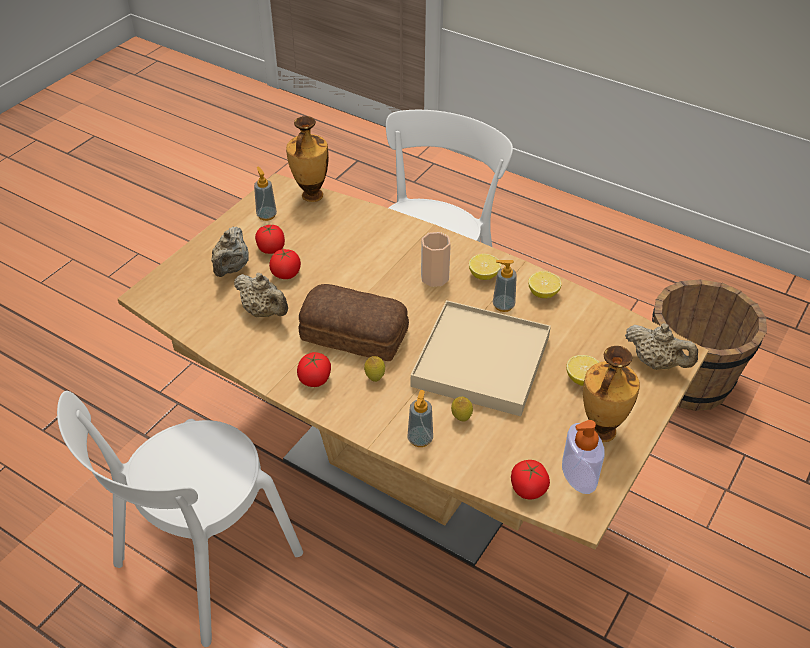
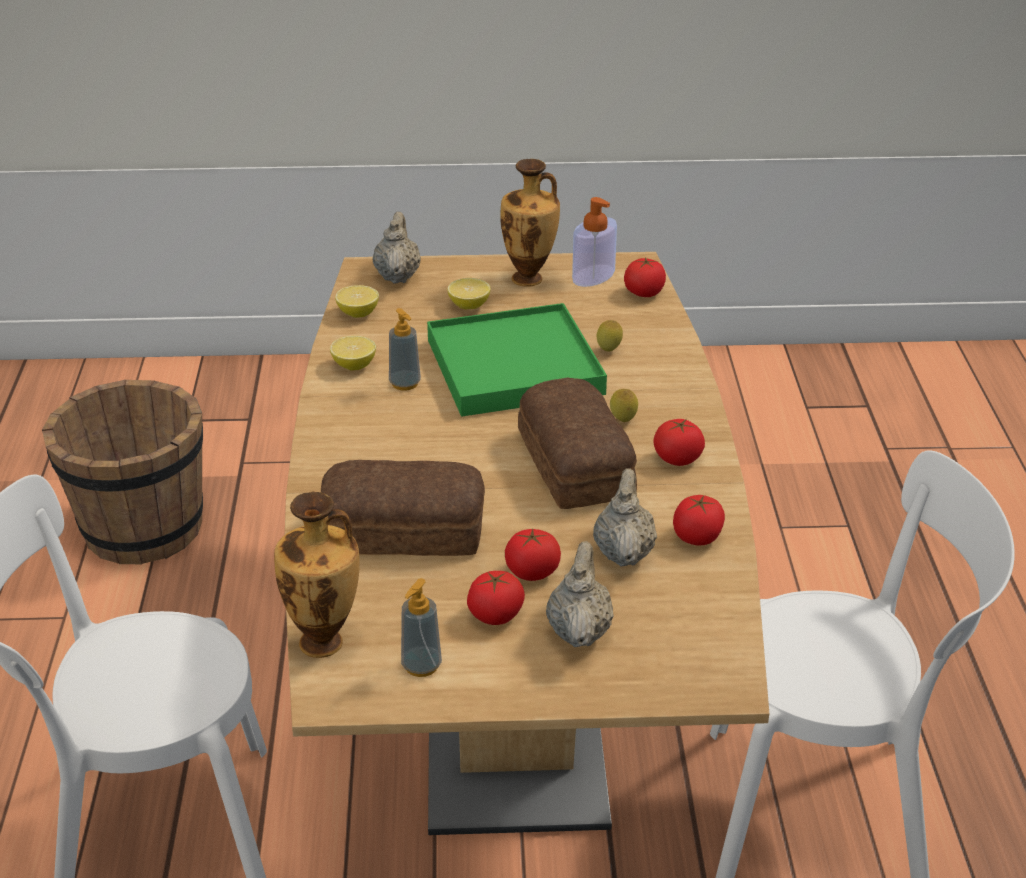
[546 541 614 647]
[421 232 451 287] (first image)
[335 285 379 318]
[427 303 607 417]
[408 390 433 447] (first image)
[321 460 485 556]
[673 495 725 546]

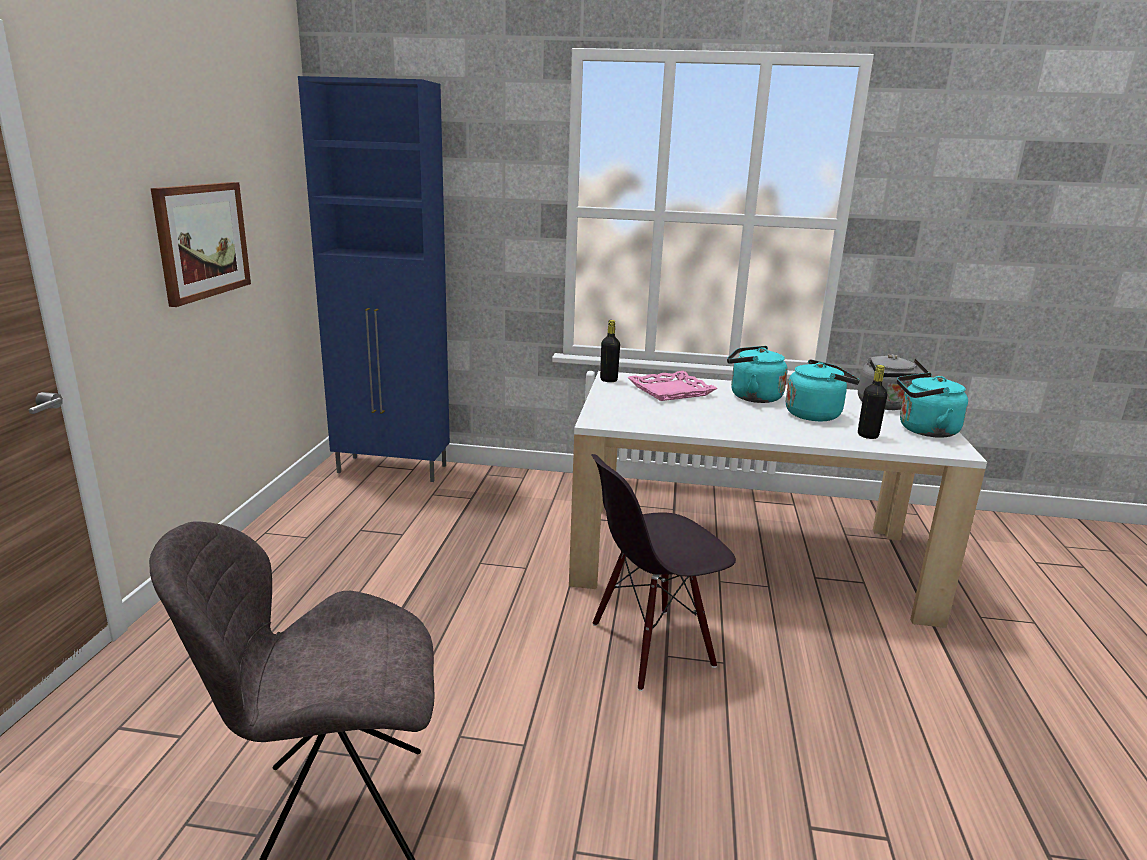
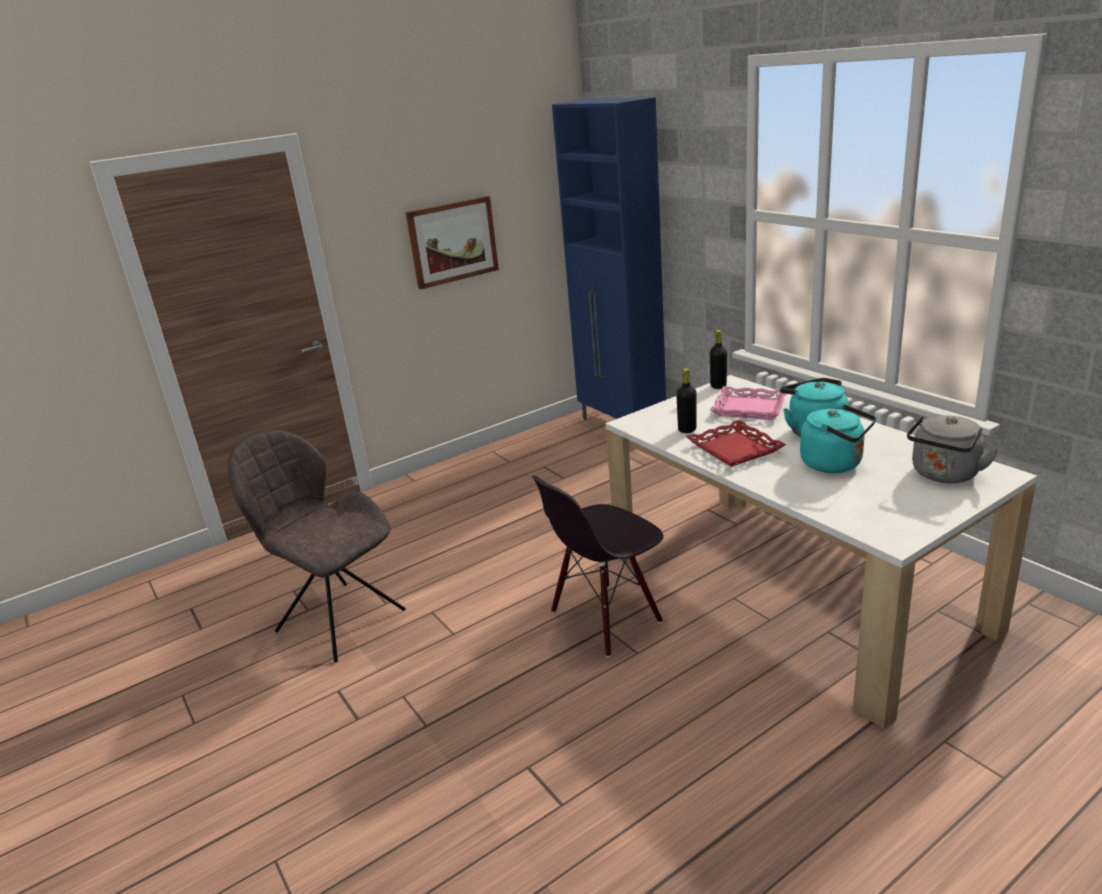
[676 368 697 433]
[897 372 968 438] (first image)
[531 476 663 657]
[686 420 786 467]

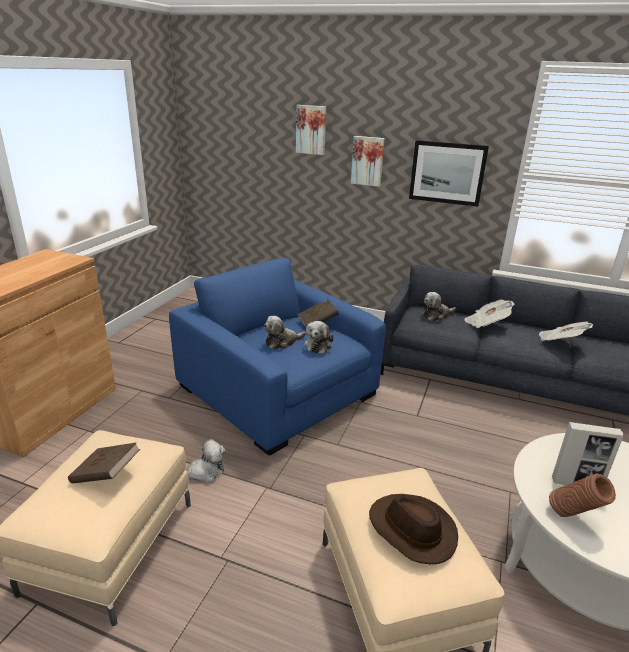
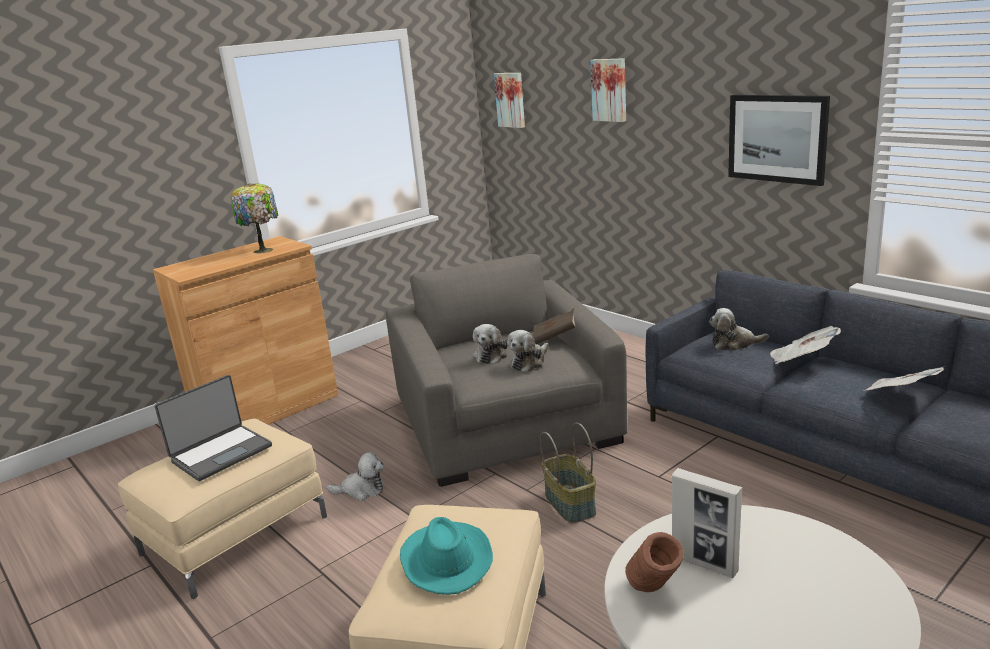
[494 73 525 128]
[386 254 628 487]
[473 324 508 364]
[154 375 272 481]
[400 517 493 595]
[230 183 278 254]
[540 423 596 523]

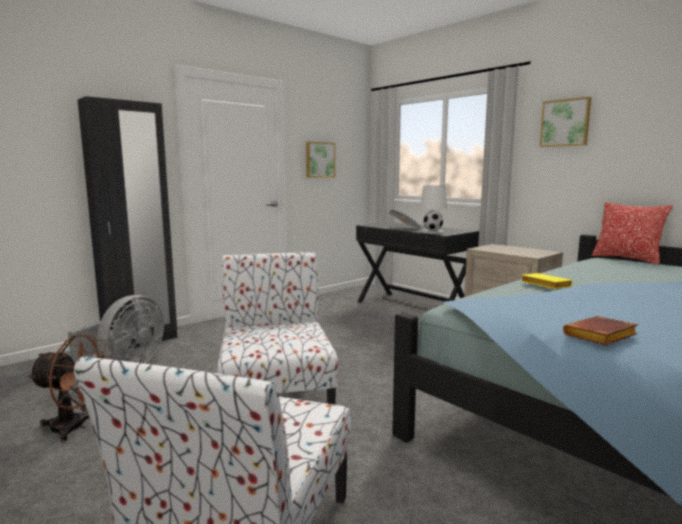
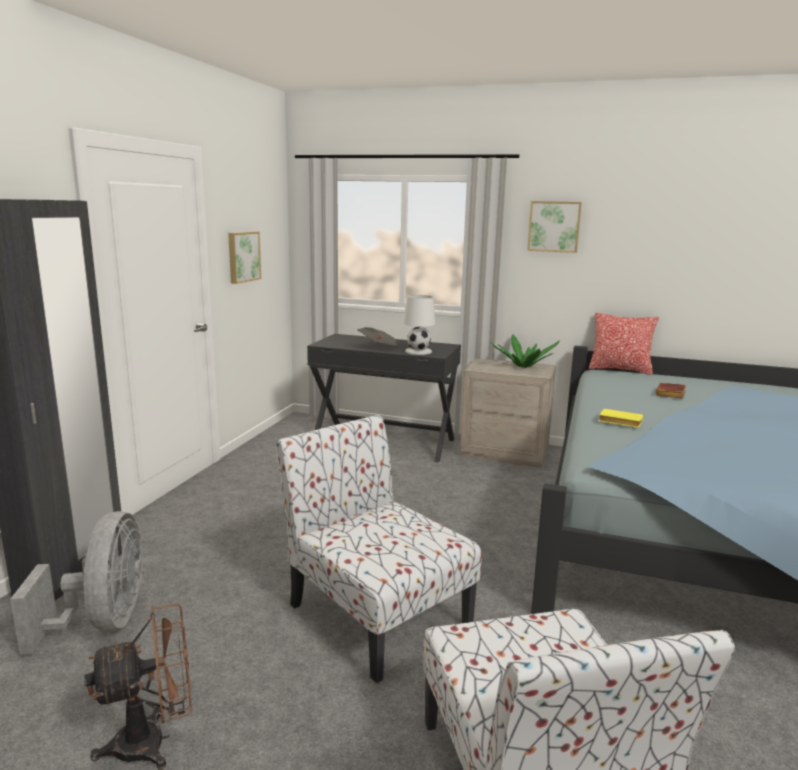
[655 383 686 398]
[490 334 560 368]

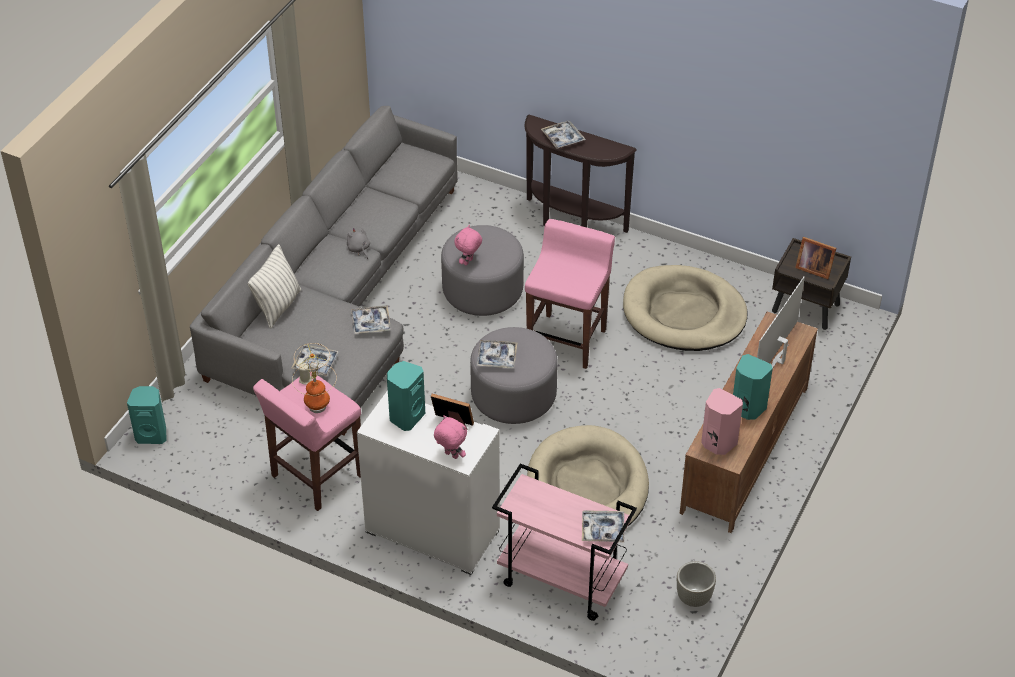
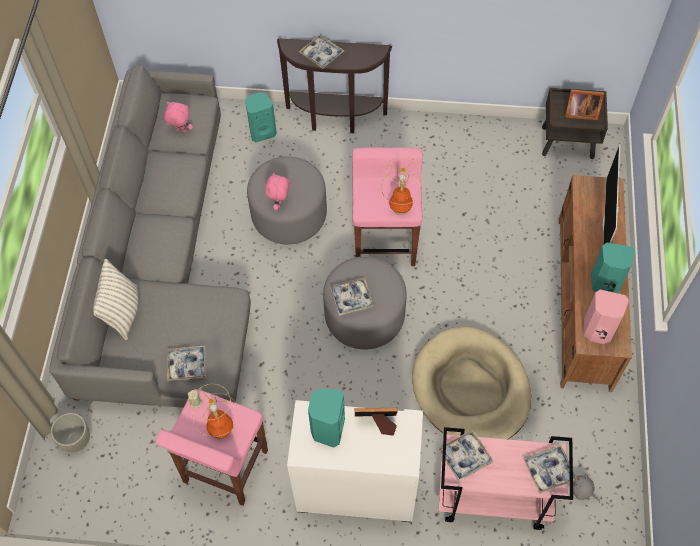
[573 473 600 502]
[623 265 748 351] (first image)
[438 429 493 482]
[245 92 277 142]
[164 102 193 132]
[51 413 90 452]
[381 156 422 215]

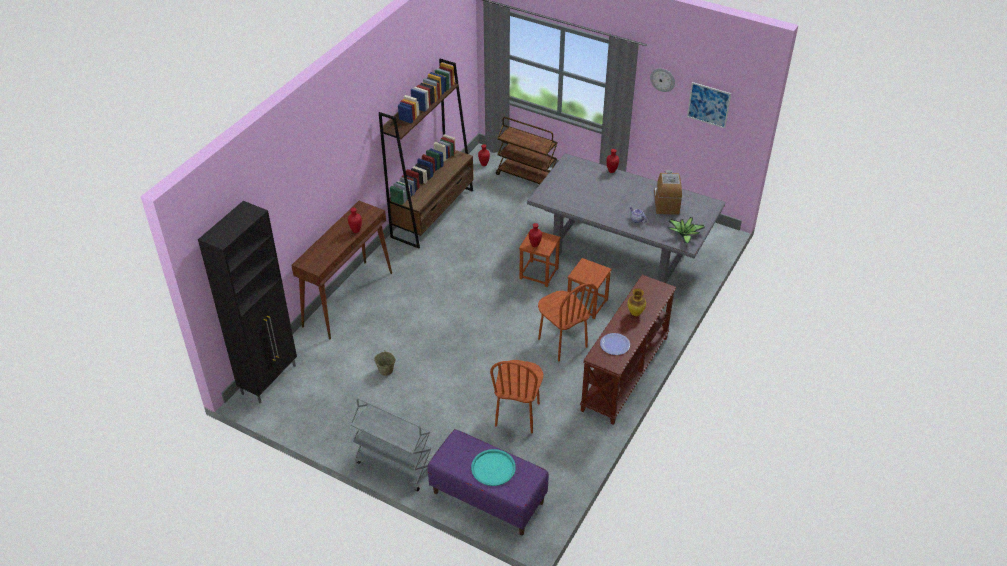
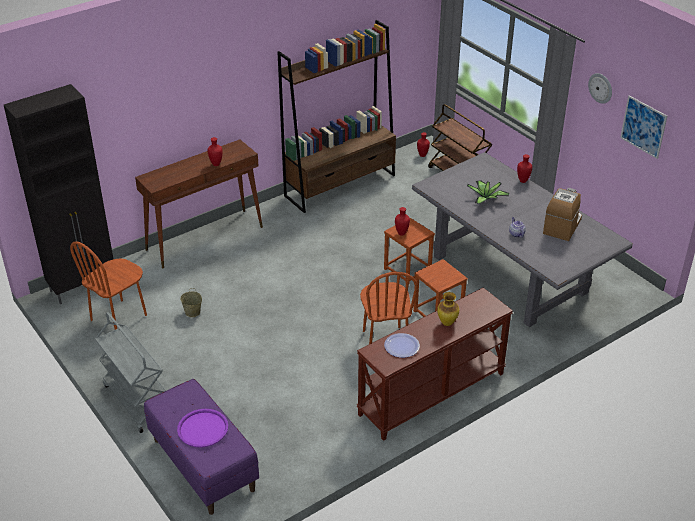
[467 181 509 204]
[70 241 147 330]
[177 409 228 447]

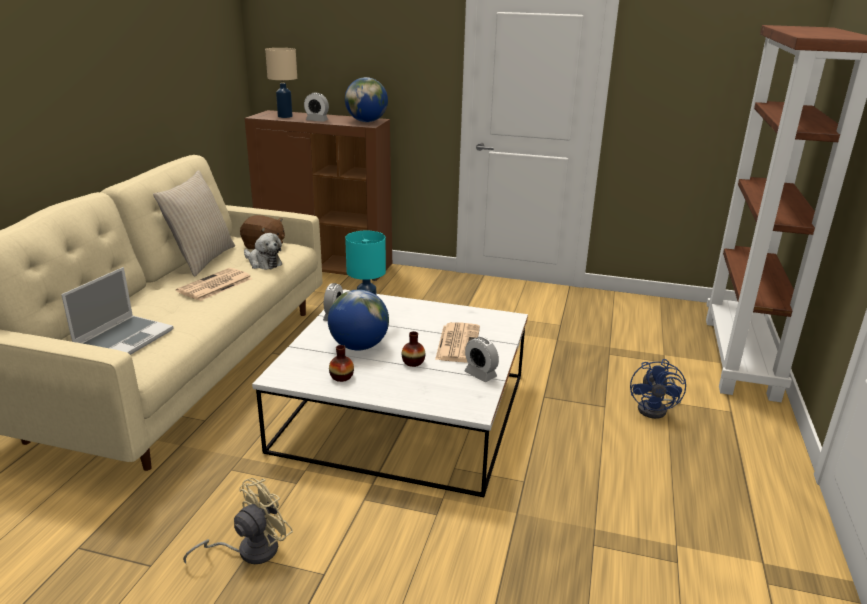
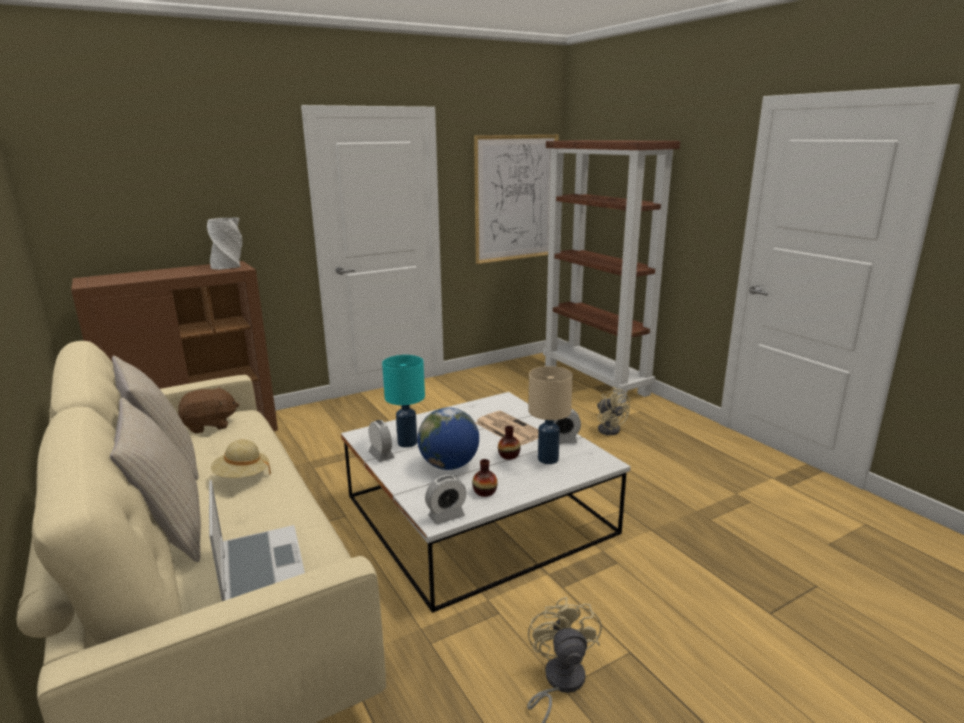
[528 366 573 464]
[207 218 243 270]
[425 475 466 525]
[244 233 282 270] (first image)
[211 440 271 478]
[597 387 630 435]
[474 135 559 264]
[110 397 201 562]

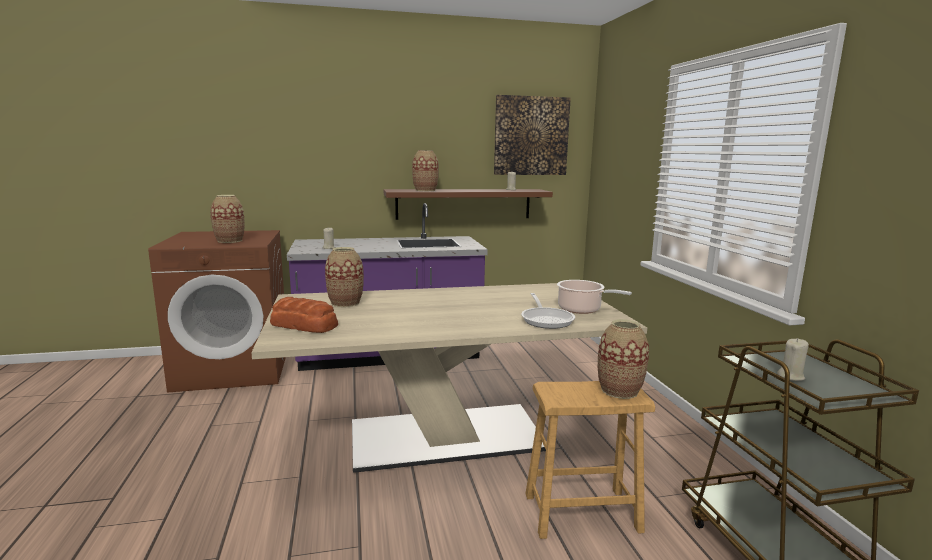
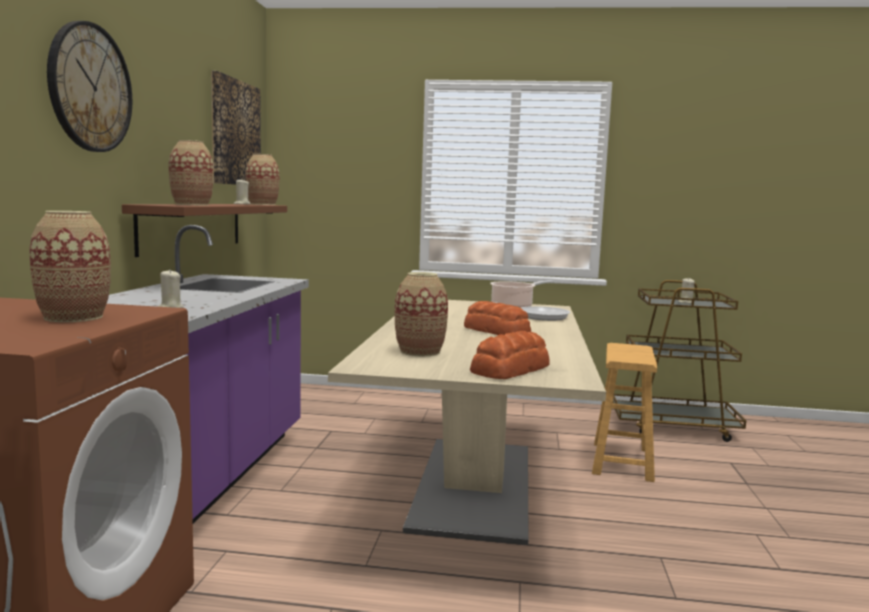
[245 154 279 205]
[47 21 132 152]
[464 301 531 335]

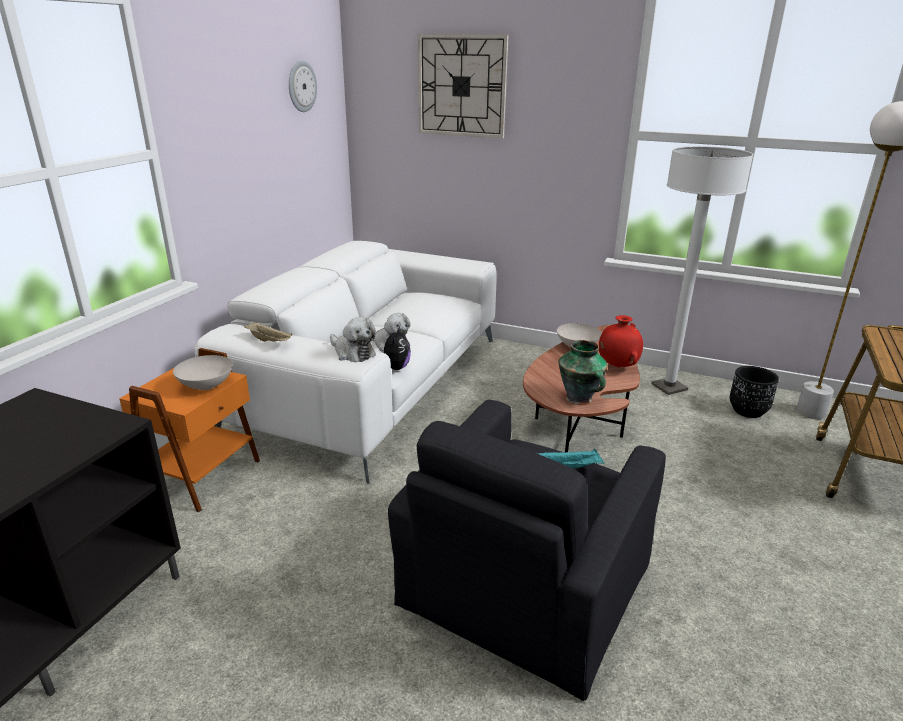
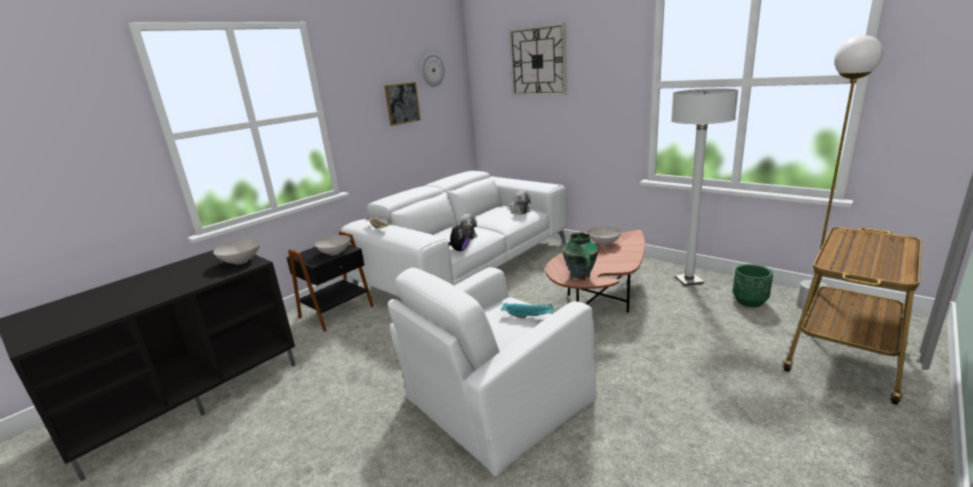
[599 315 643 368] (first image)
[509 191 531 214]
[286 231 374 332]
[733 264 773 307]
[388 267 597 476]
[384 82 421 126]
[213 239 260 264]

